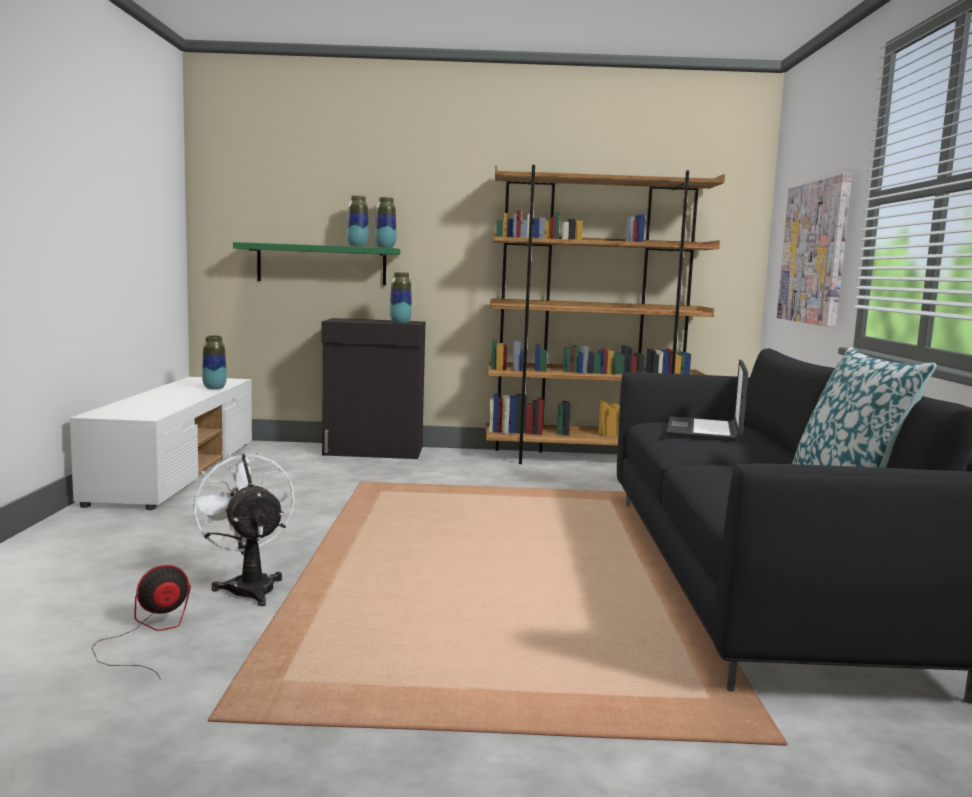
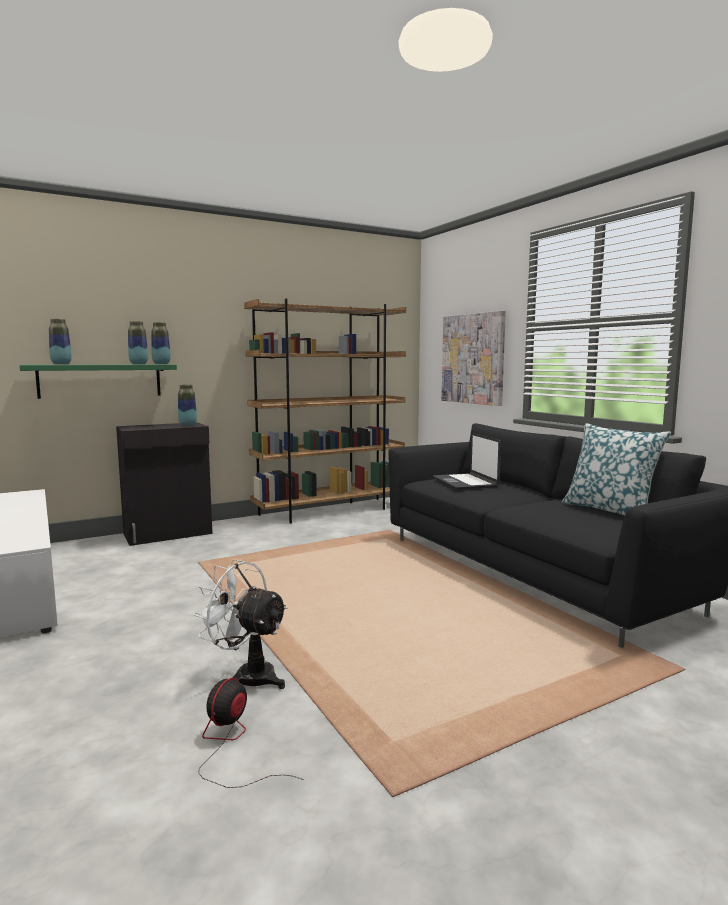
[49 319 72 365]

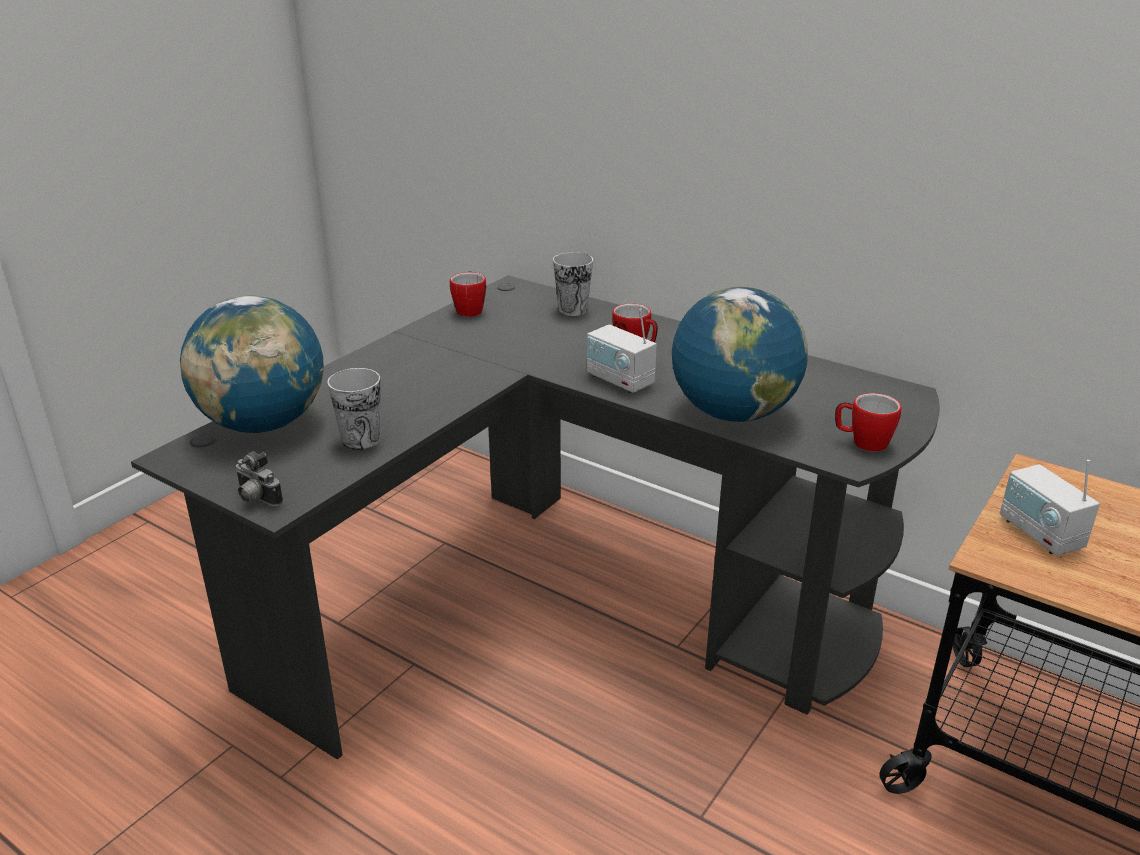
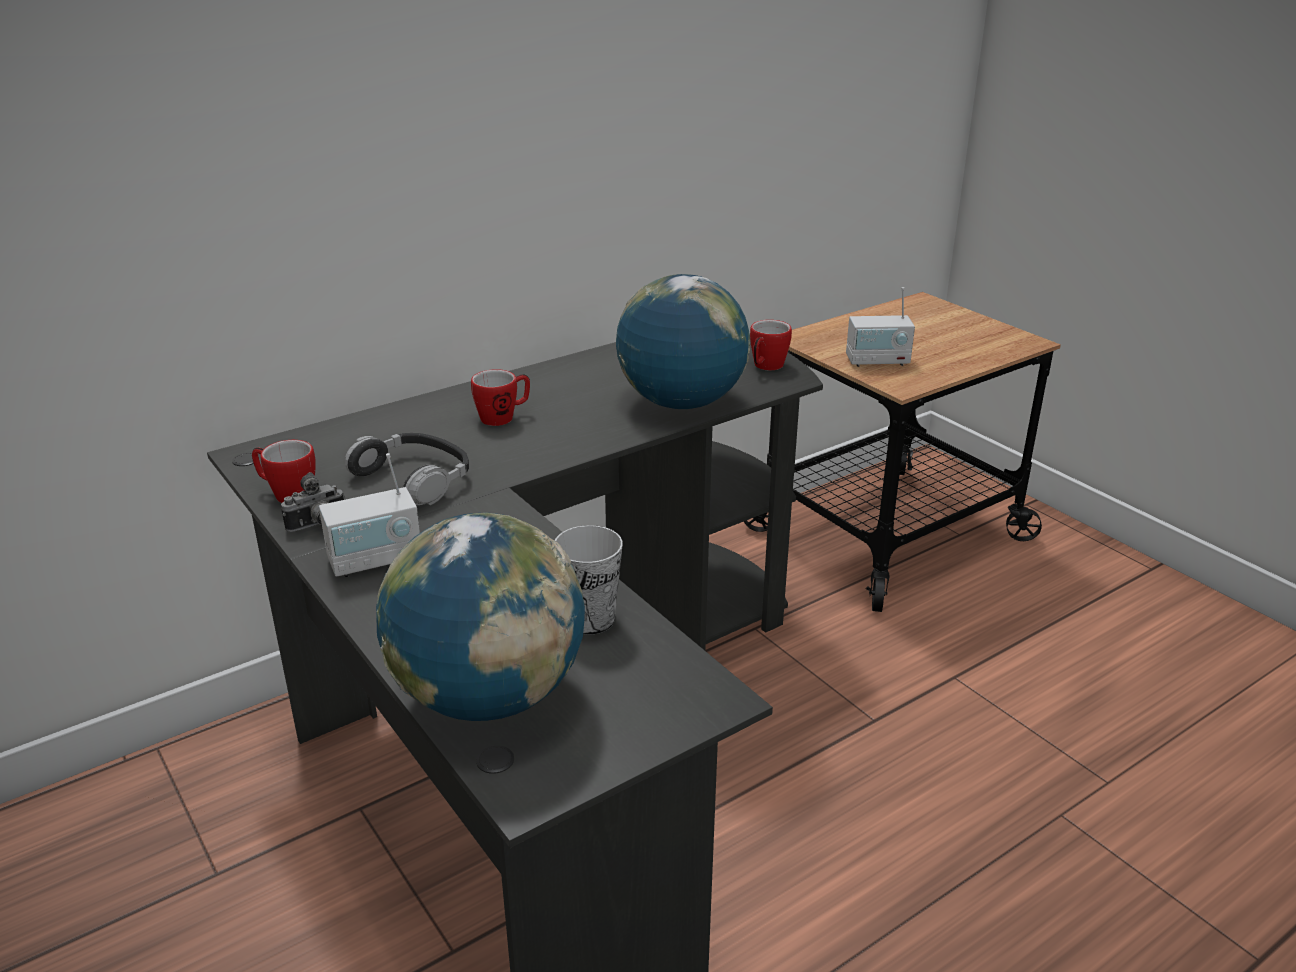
[553 252 593 316] (first image)
[319 453 420 577]
[281 472 345 532]
[345 433 469 505]

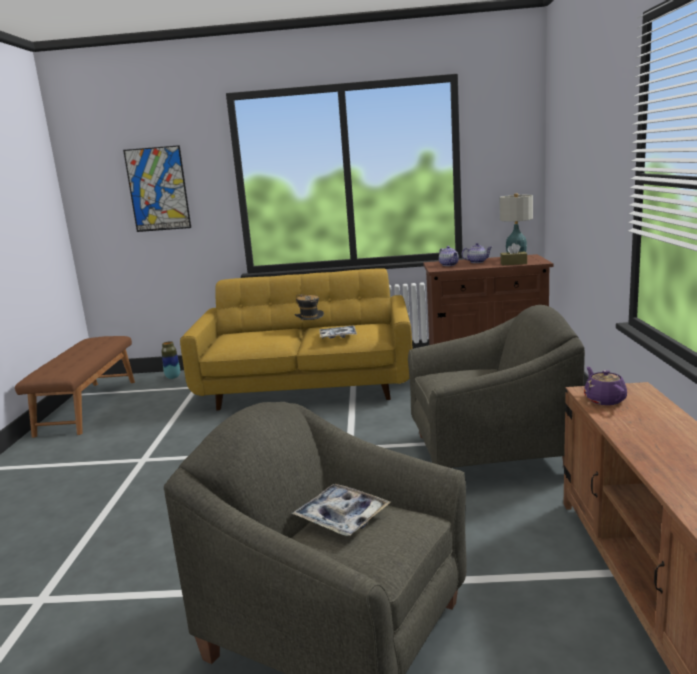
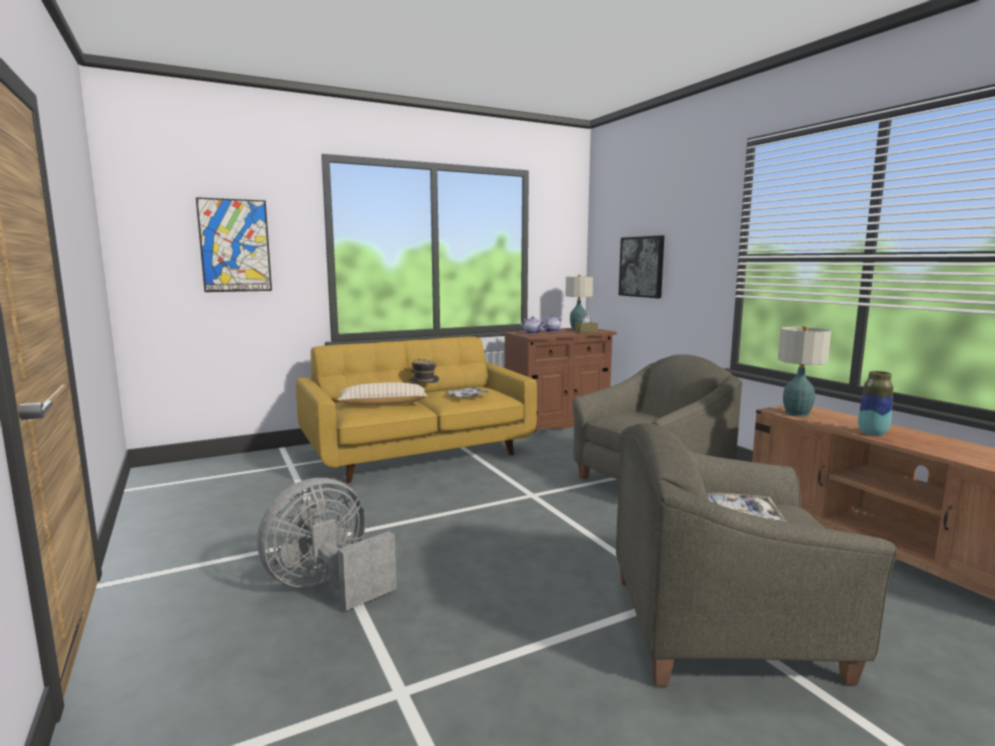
[15 336 135 438] (first image)
[858 371 893 436]
[778 326 831 417]
[619 235 664 298]
[338 382 428 405]
[257 478 397 611]

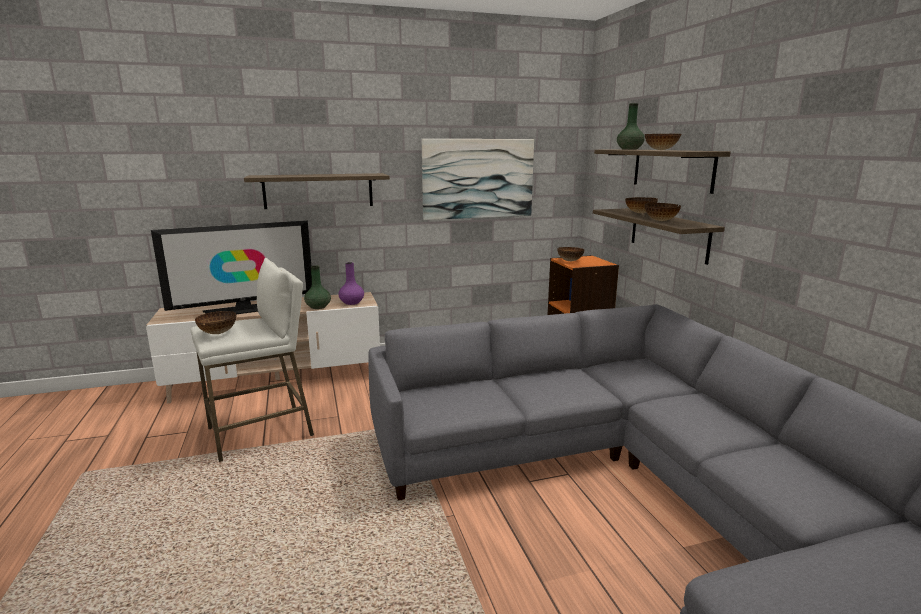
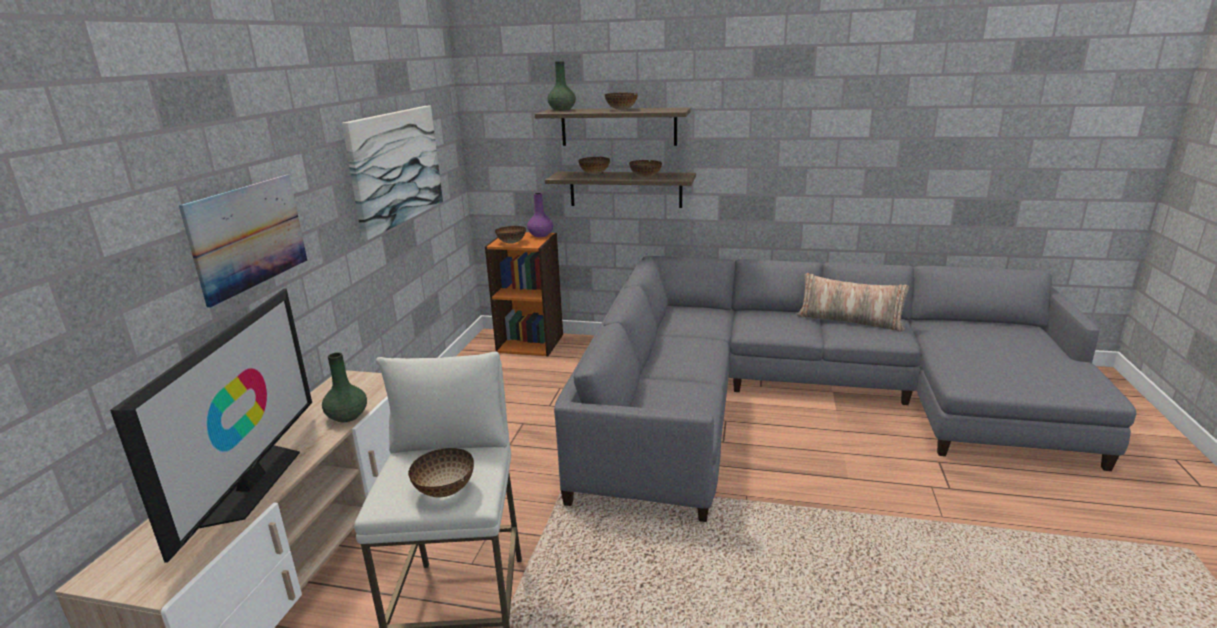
[179 174 307 308]
[527 193 553 237]
[797 273 909 332]

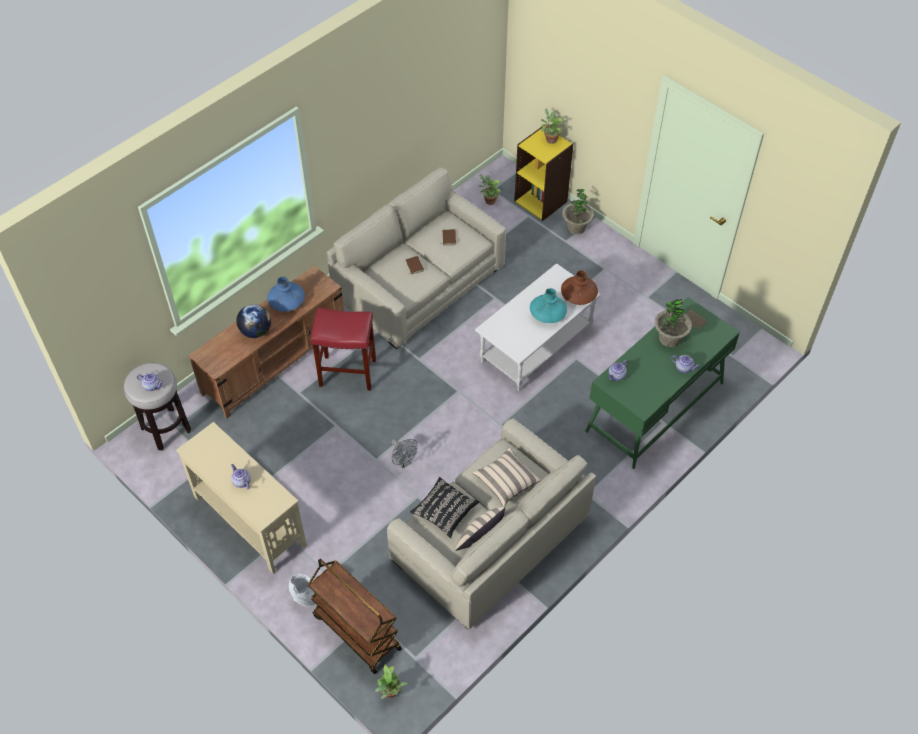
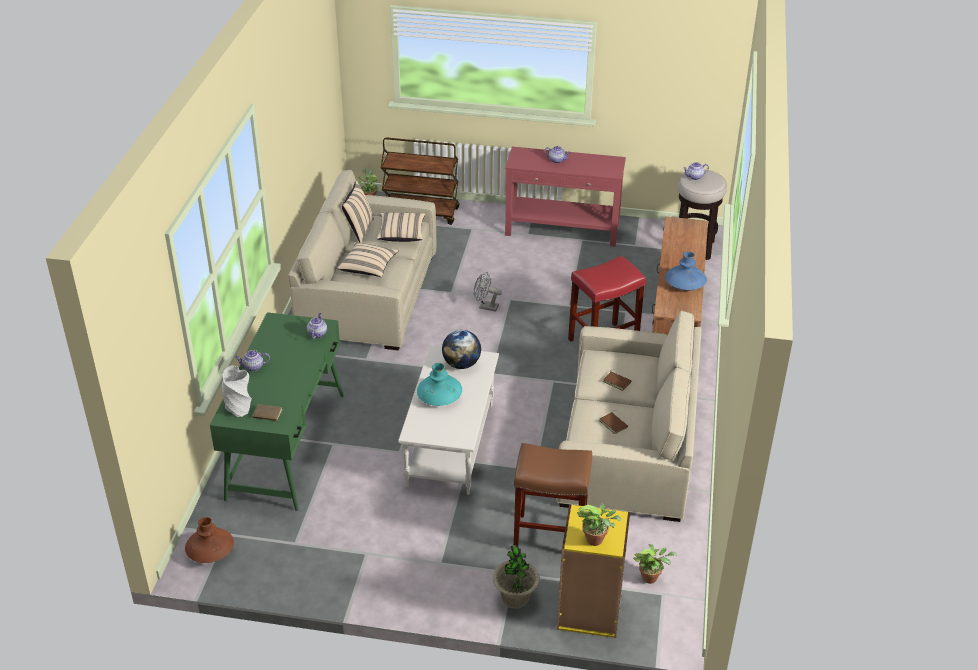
[185 517 234 563]
[654 299 692 347] (first image)
[442 330 481 369]
[505 147 626 247]
[377 213 426 242]
[222 365 252 417]
[514 443 592 546]

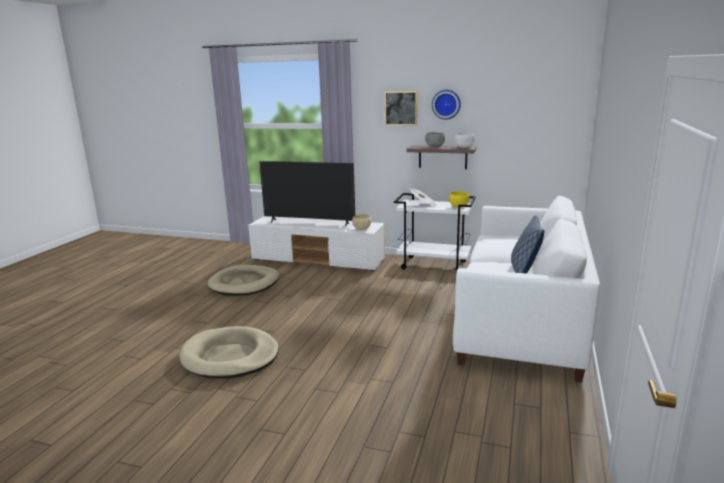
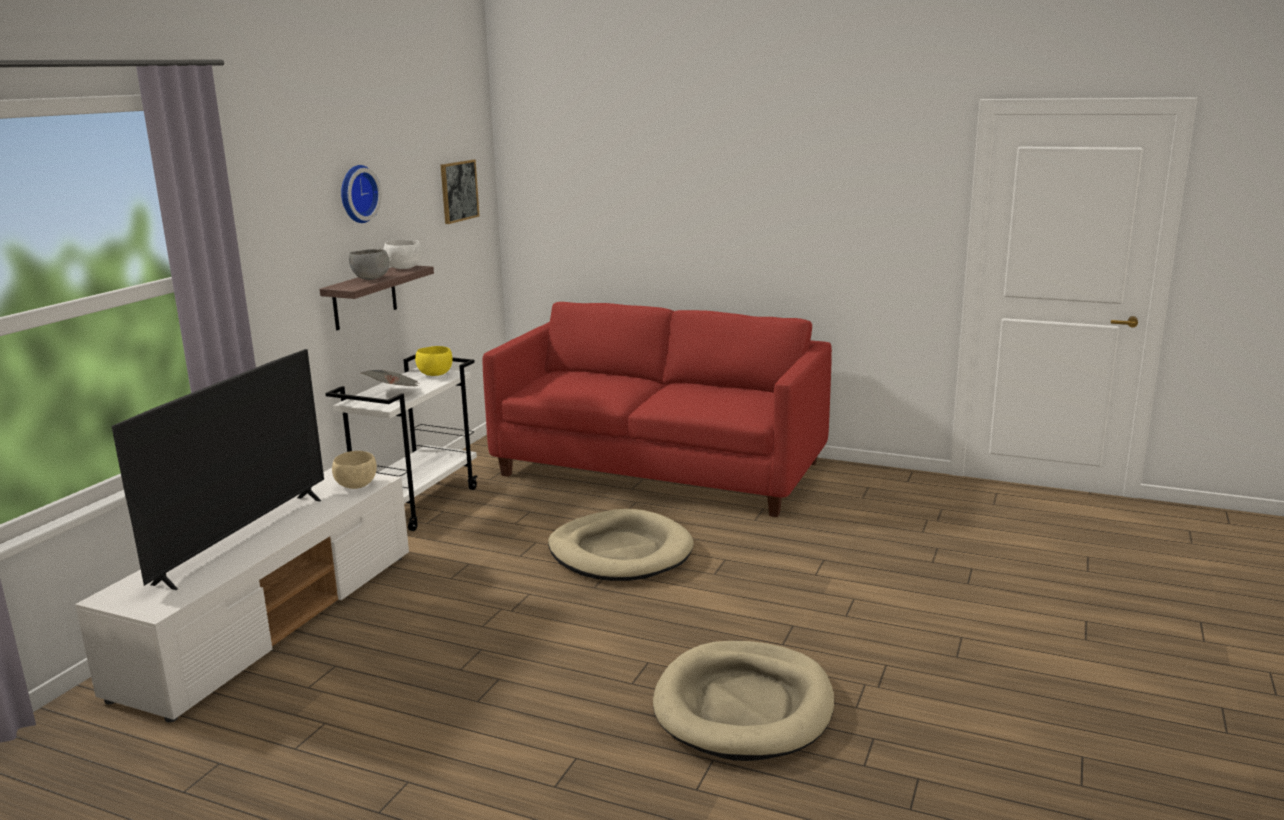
[441 160 480 224]
[482 302 832 517]
[511 215 544 274] (first image)
[548 509 694 581]

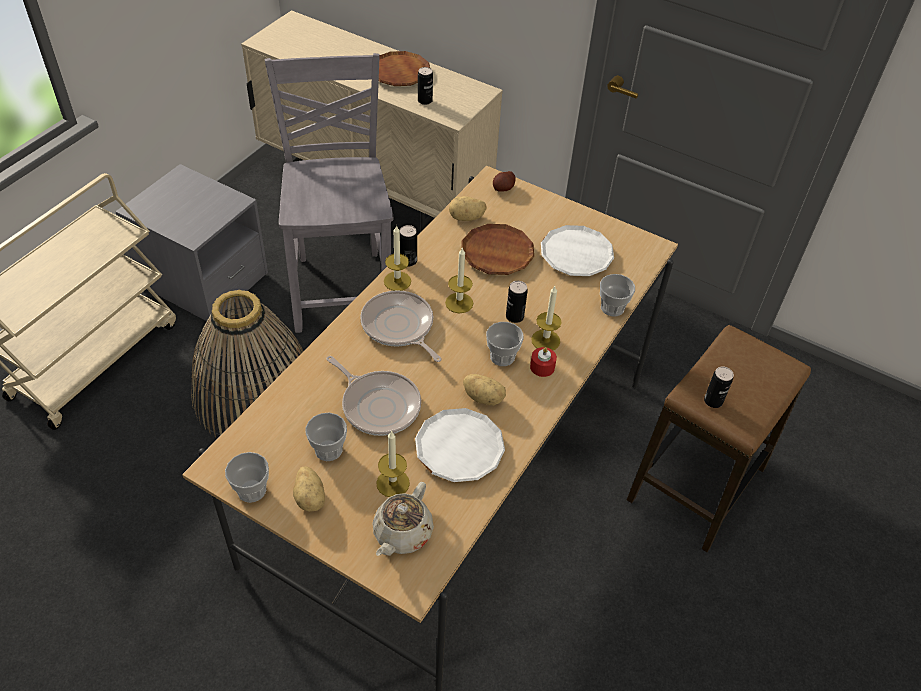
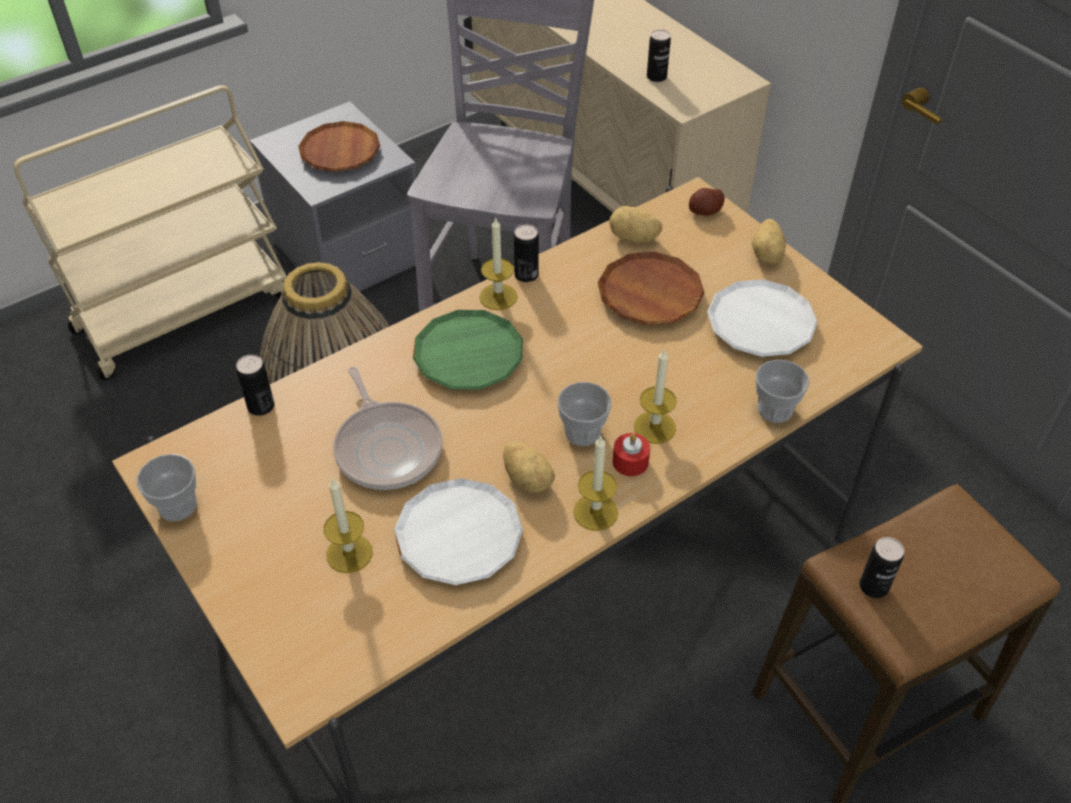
[298 121 380 172]
[573 436 618 531]
[236 355 275 416]
[413 310 523 390]
[305 413 347 461] (first image)
[752 219 786 264]
[373 482 434 556] (first image)

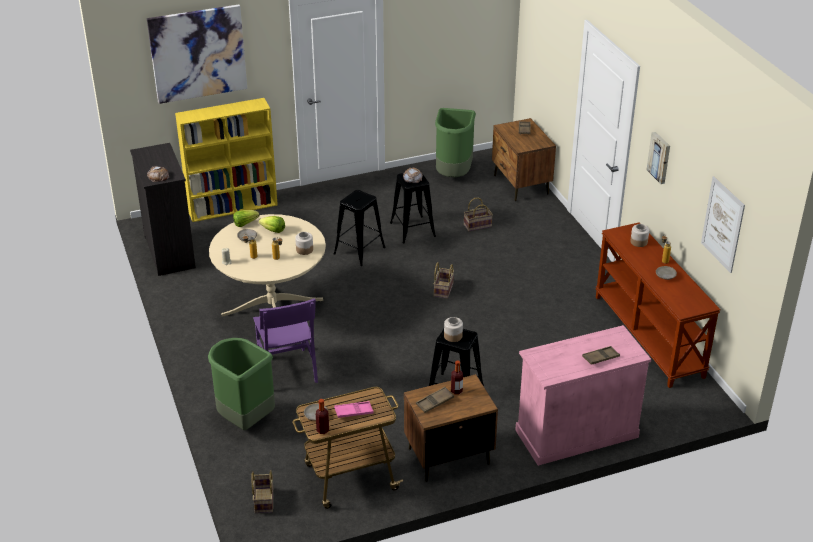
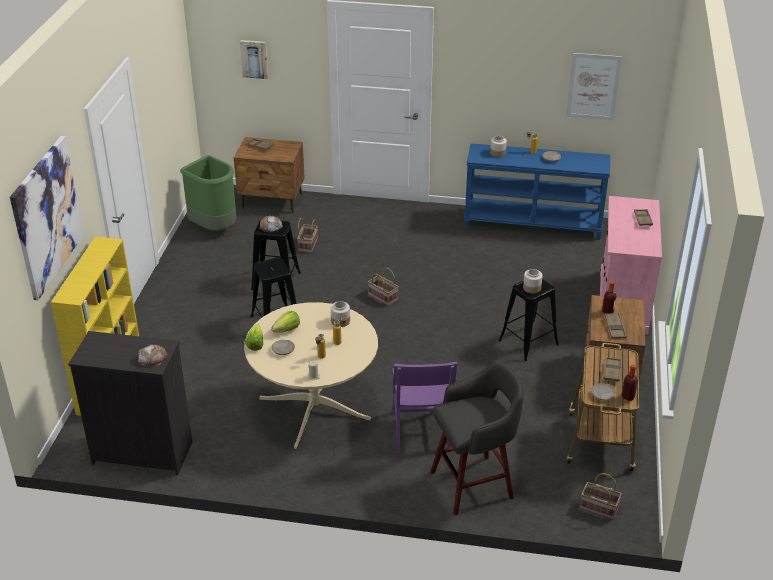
[240 40 269 79]
[464 143 610 240]
[392 361 457 454]
[430 360 523 515]
[603 357 622 382]

